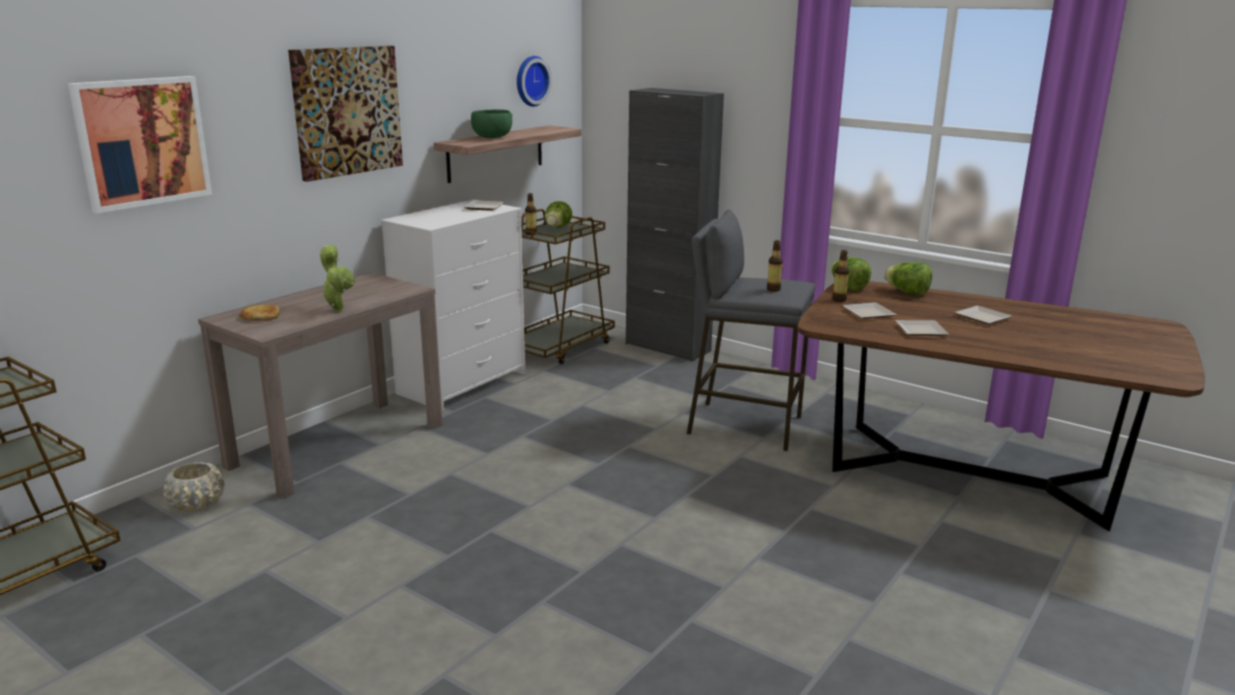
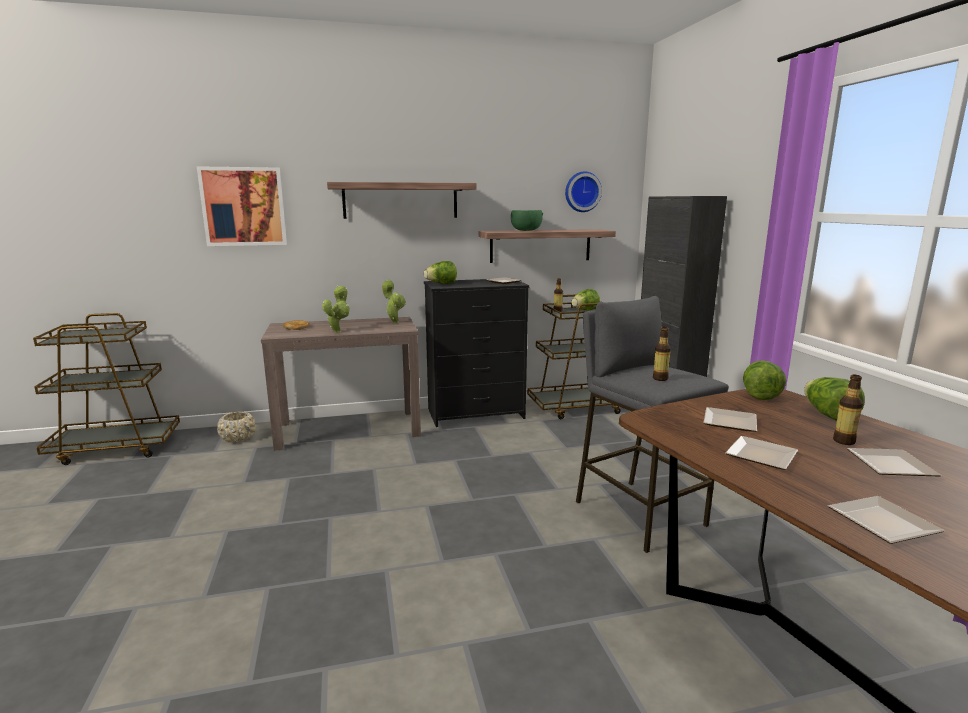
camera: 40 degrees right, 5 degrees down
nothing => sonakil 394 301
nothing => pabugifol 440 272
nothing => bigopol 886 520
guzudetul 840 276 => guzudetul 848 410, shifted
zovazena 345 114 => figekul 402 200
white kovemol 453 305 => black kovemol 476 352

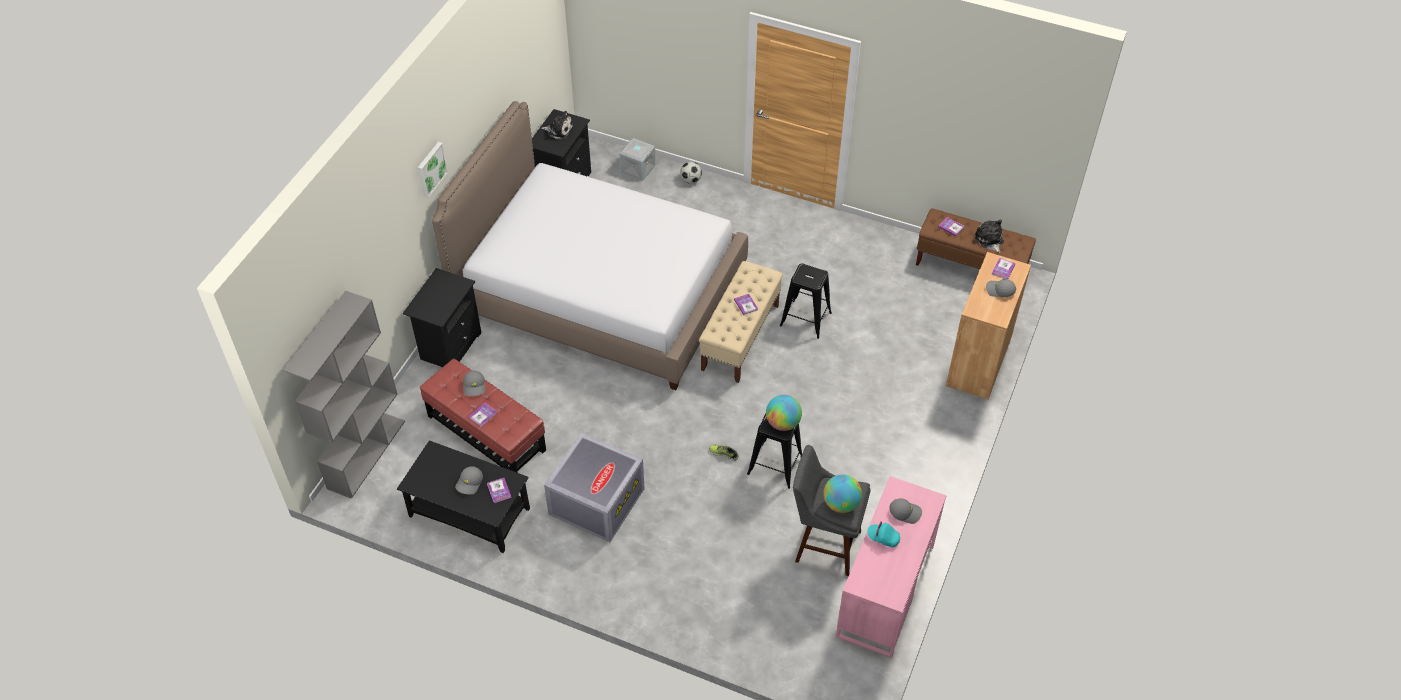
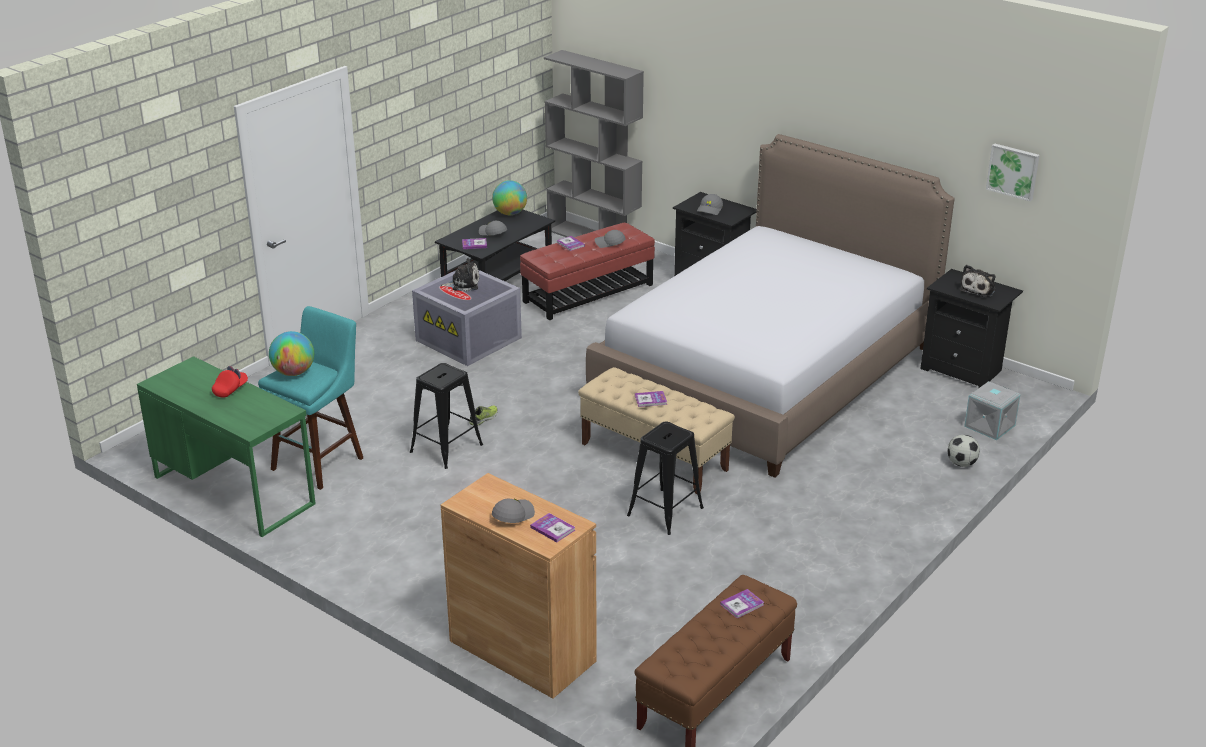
camera: 105 degrees right, 20 degrees down
zovazena 433 170 => zovazena 1013 172, shifted
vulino 784 413 => vulino 509 197, shifted
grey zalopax 905 511 => grey zalopax 710 204, shifted
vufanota 989 236 => vufanota 460 274, shifted
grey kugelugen 832 510 => turquoise kugelugen 310 398
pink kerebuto 891 567 => green kerebuto 226 446
turquoise zalopax 883 534 => red zalopax 230 382

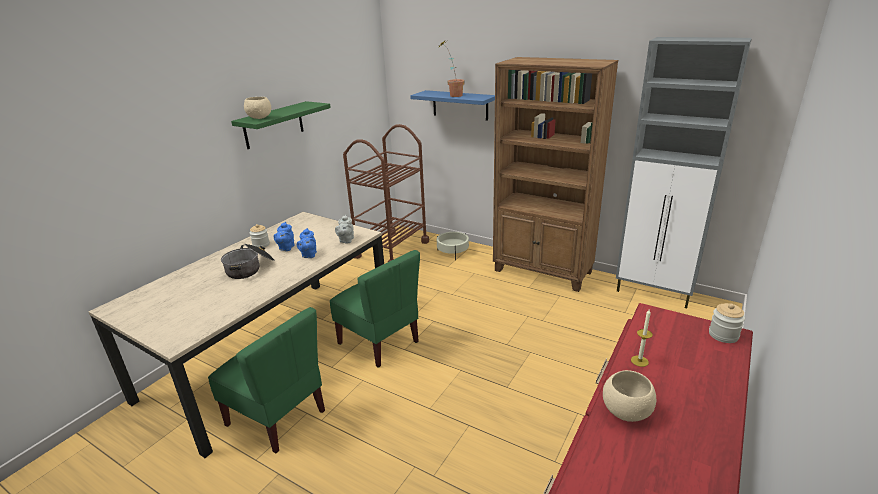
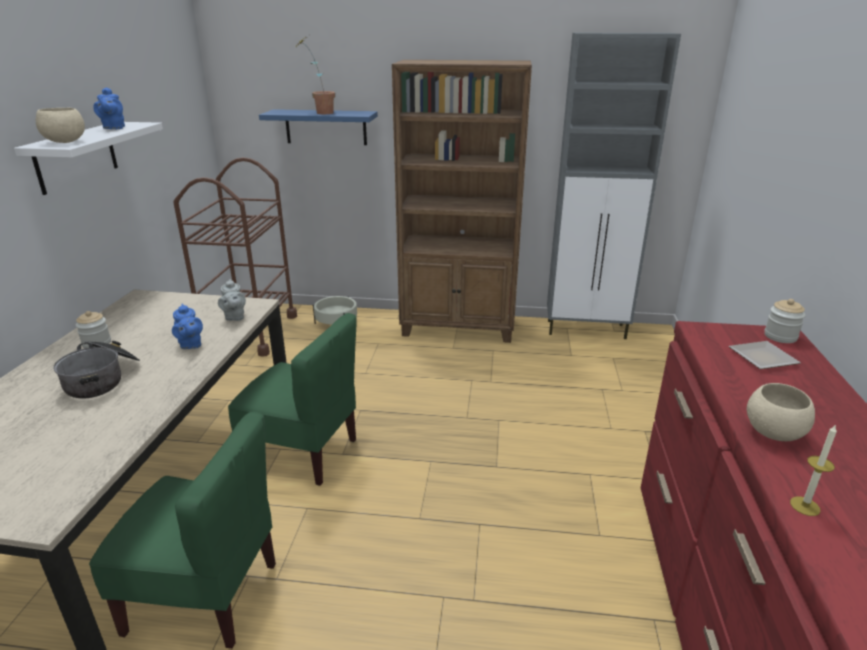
camera: 25 degrees left, 0 degrees up
nothing => bigopol 765 355
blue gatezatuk 284 236 => blue gatezatuk 109 108, shifted
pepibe 642 338 => pepibe 813 470, shifted
green figekul 281 125 => white figekul 88 158

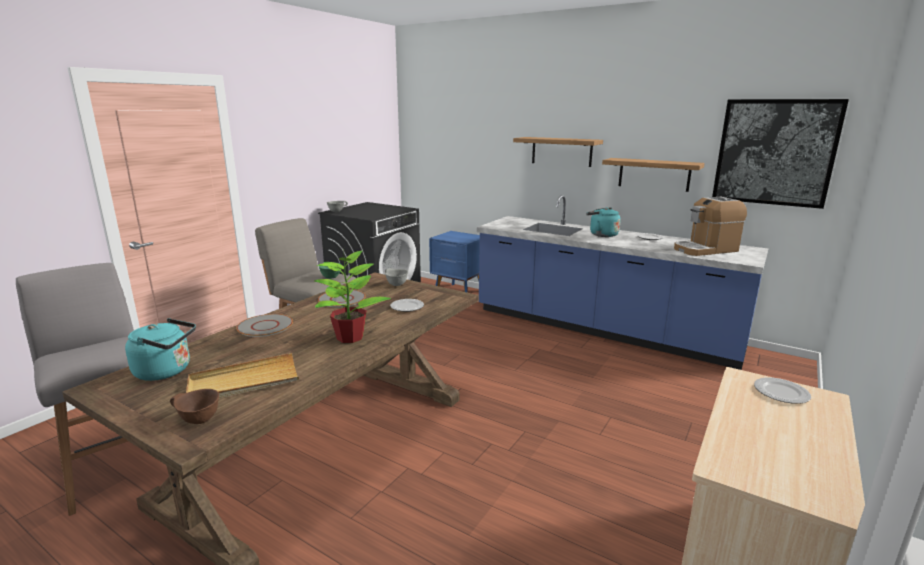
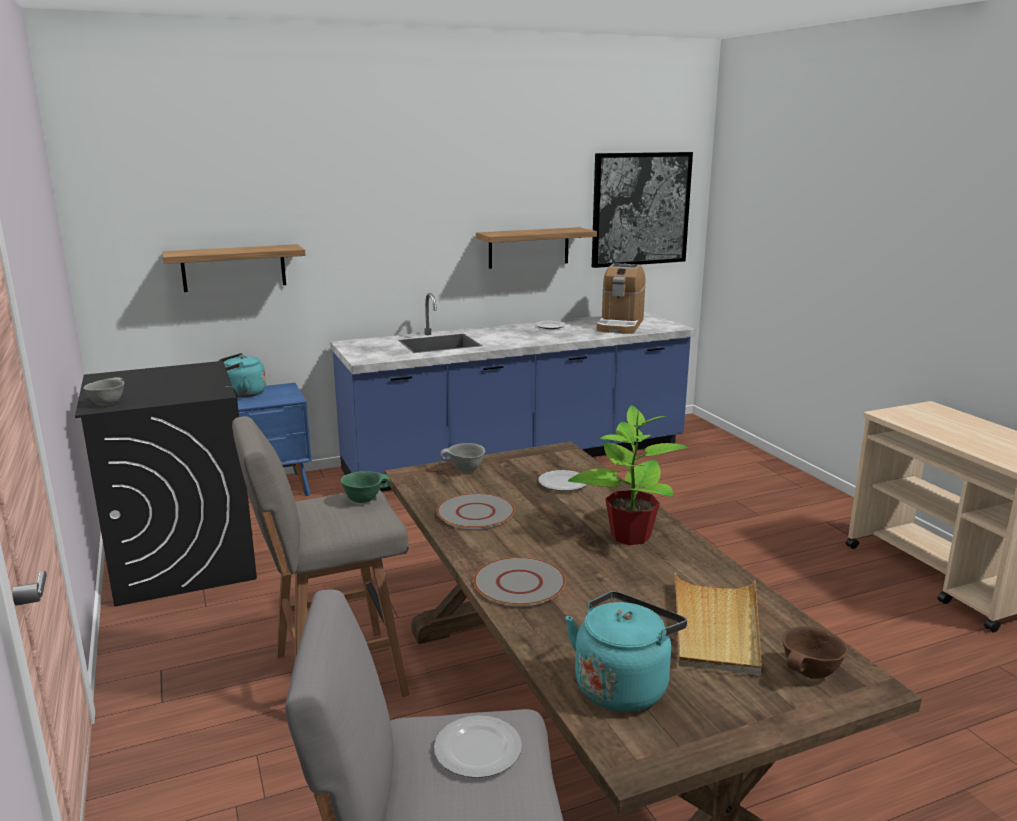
camera: 55 degrees left, 0 degrees up
figekul 558 152 => figekul 234 268, shifted
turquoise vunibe 603 222 => turquoise vunibe 242 375, shifted
bigopol 782 390 => bigopol 478 747, shifted

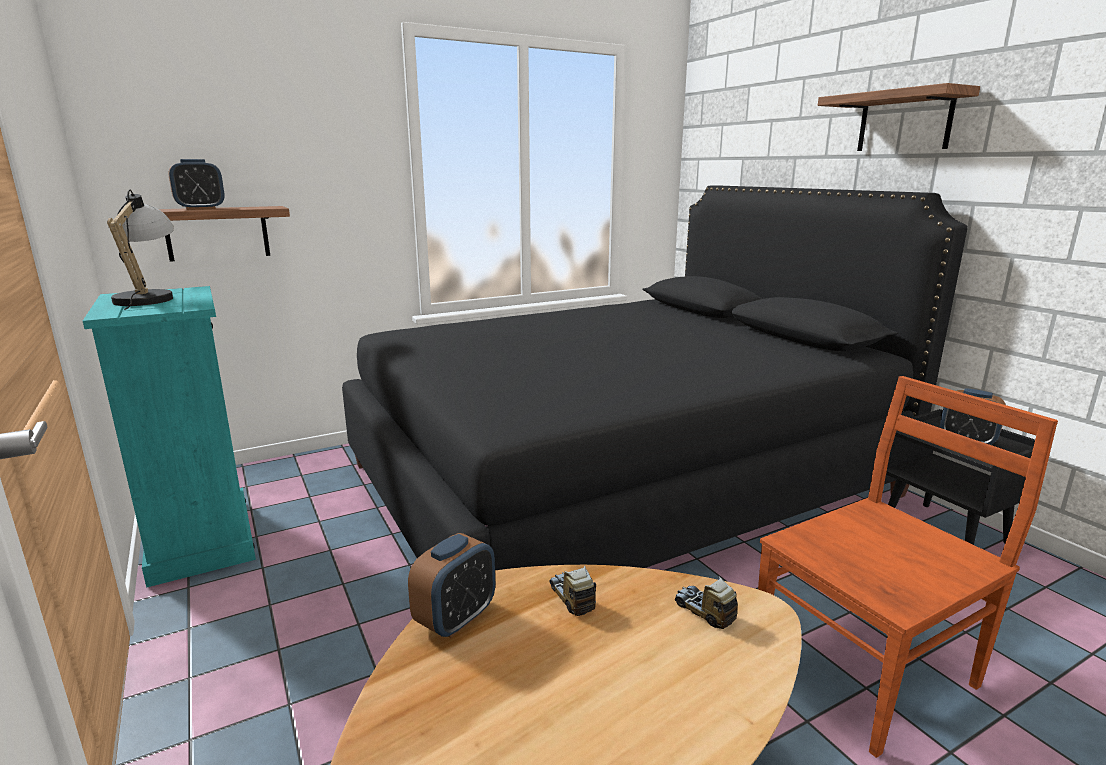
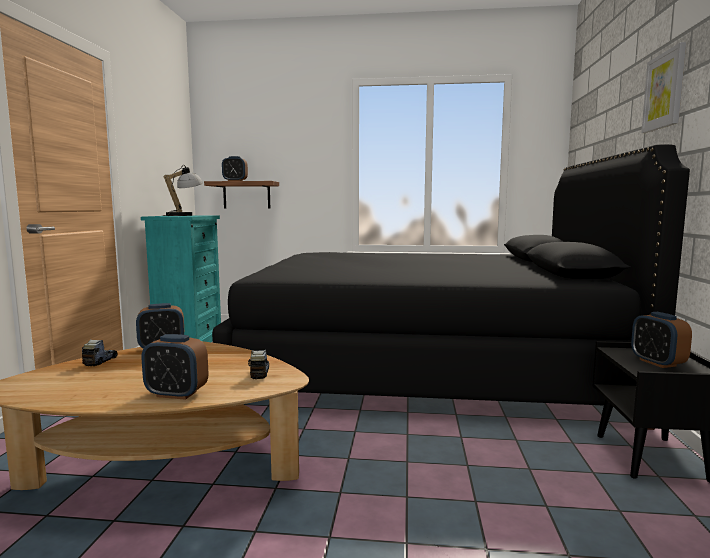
camera: 35 degrees right, 10 degrees down
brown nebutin 908 567 => nothing
nothing => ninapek 174 367
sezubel 572 590 => sezubel 100 352, shifted
figekul 899 117 => zovazena 663 87

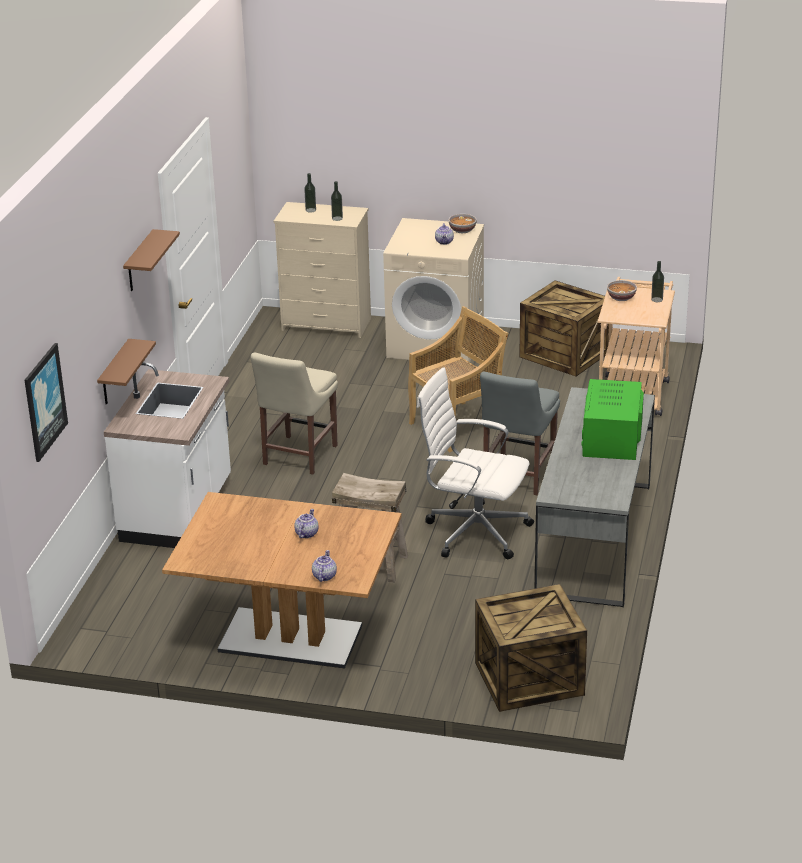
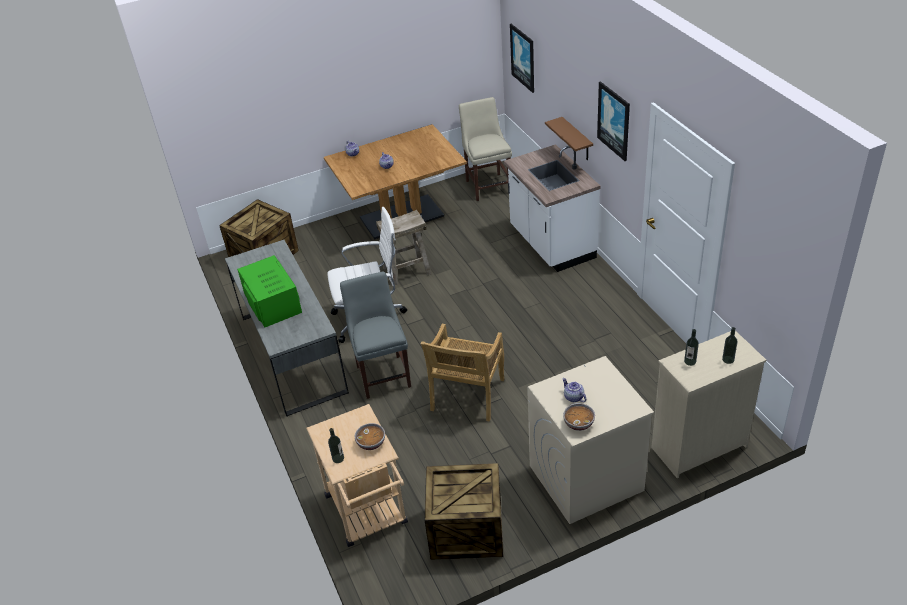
camera: 145 degrees right, 10 degrees up
beige nebutin 294 413 => beige nebutin 485 149, shifted
brown figekul 151 260 => zovazena 613 121

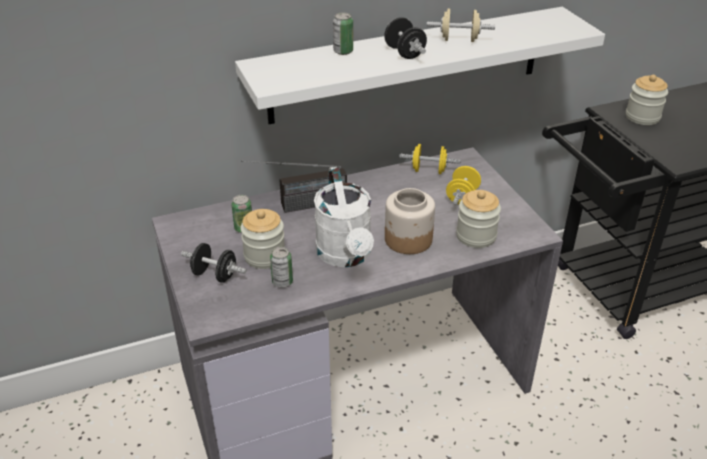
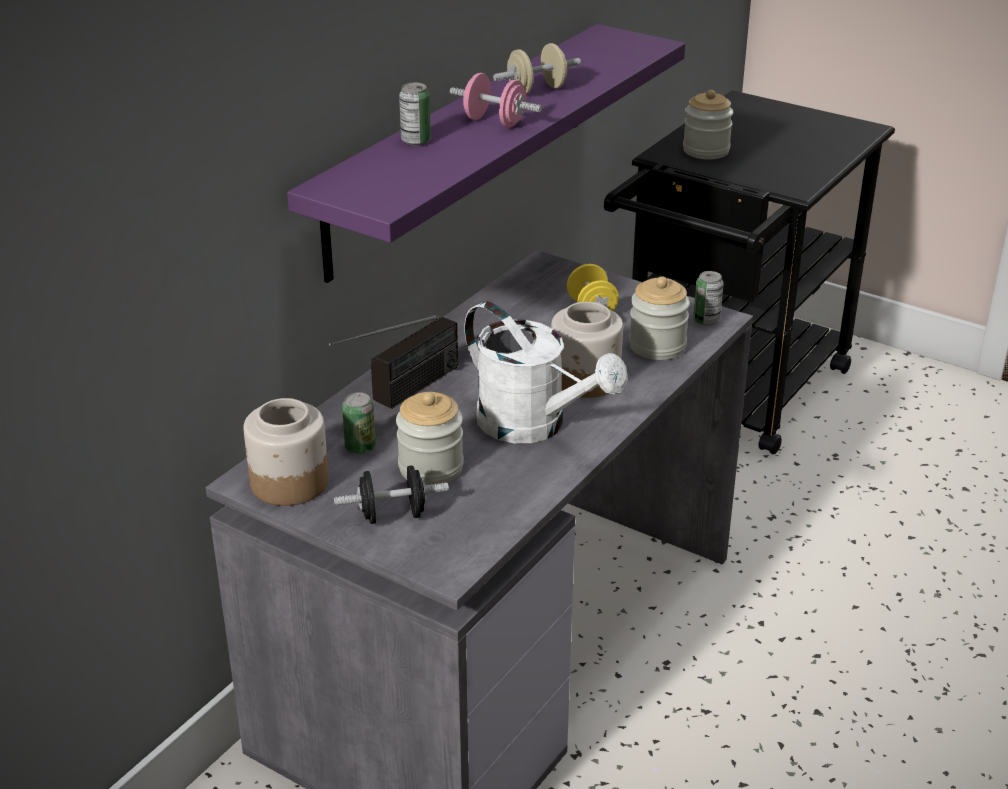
camera: 35 degrees left, 5 degrees down
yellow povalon 430 159 => nothing
nothing => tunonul 286 452
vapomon 281 267 => vapomon 708 298, shifted
white figekul 420 65 => purple figekul 486 153
black povalon 405 38 => pink povalon 496 100

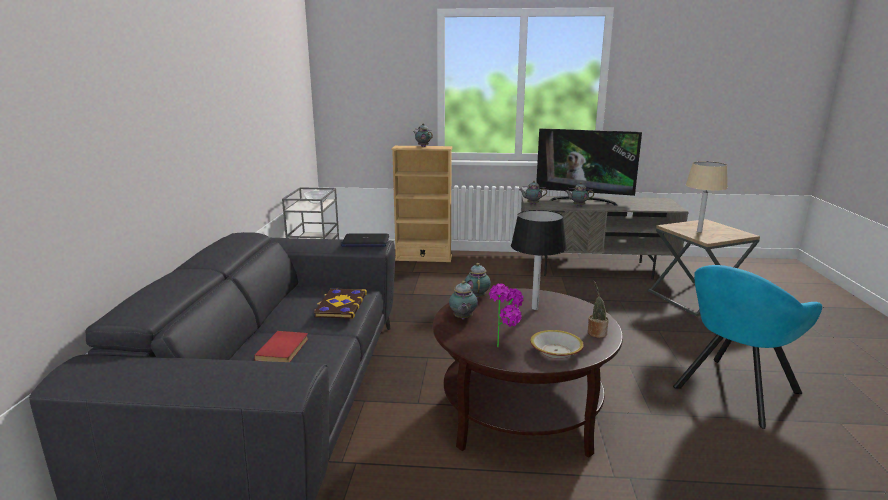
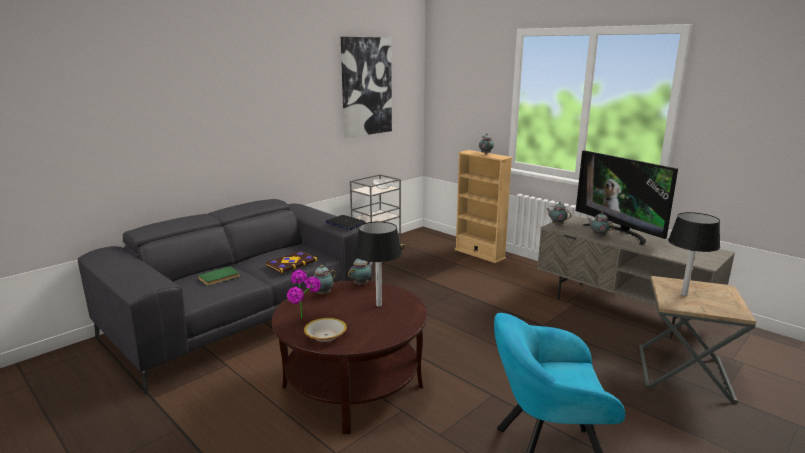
camera: 40 degrees right, 0 degrees up
sonakil 598 309 => nothing
nothing => zovazena 366 87
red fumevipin 281 346 => green fumevipin 219 276
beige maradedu 707 197 => black maradedu 694 254

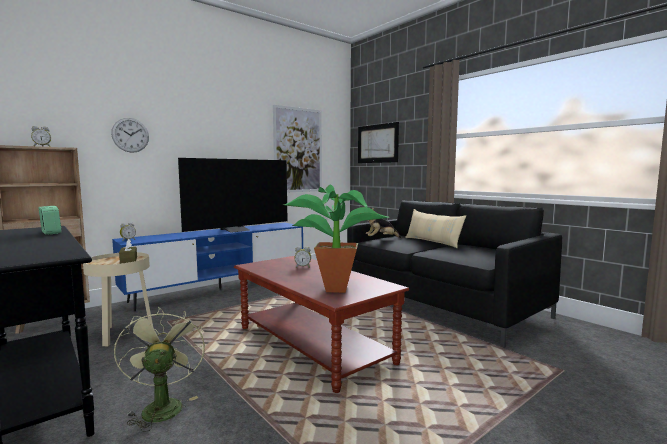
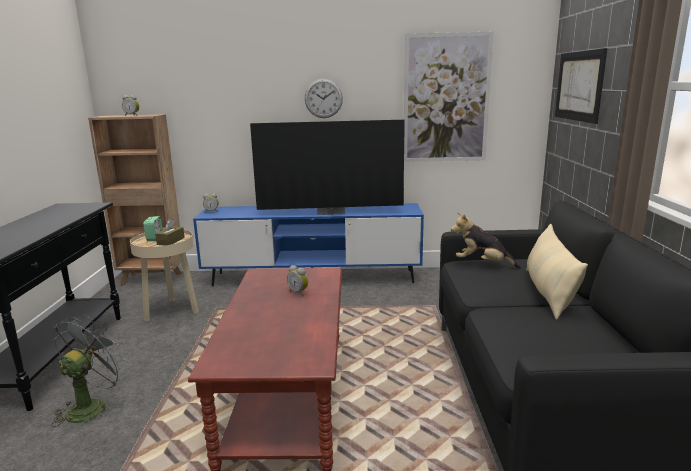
camera: 40 degrees right, 10 degrees up
sonakil 336 239 => nothing
ninapek 50 220 => ninapek 153 228, shifted
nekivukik 130 135 => nekivukik 324 98, shifted
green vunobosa 159 369 => grey vunobosa 90 370

